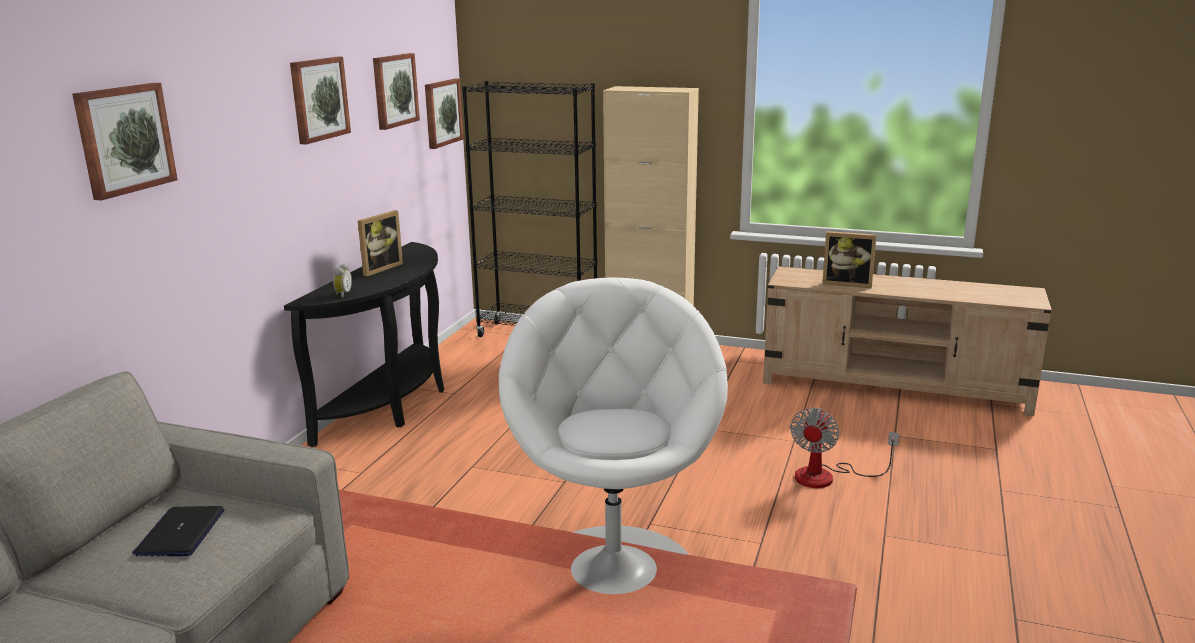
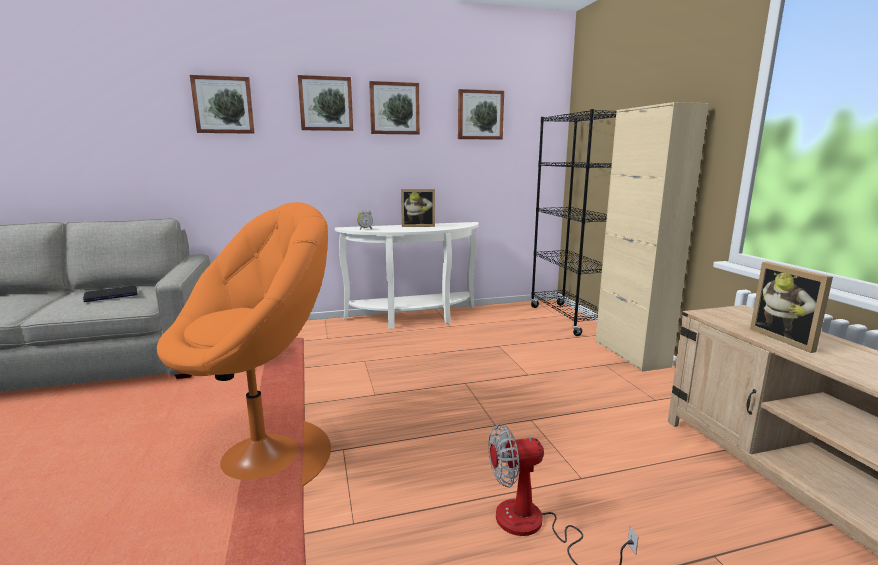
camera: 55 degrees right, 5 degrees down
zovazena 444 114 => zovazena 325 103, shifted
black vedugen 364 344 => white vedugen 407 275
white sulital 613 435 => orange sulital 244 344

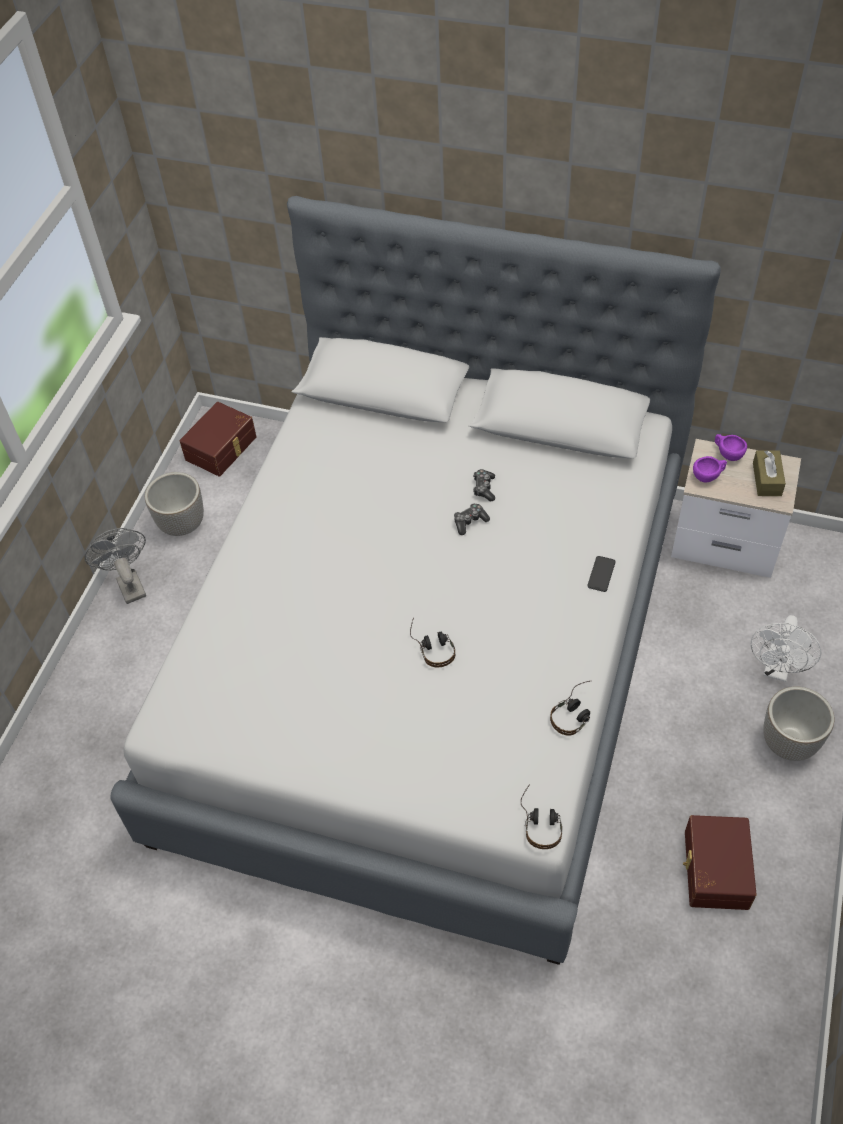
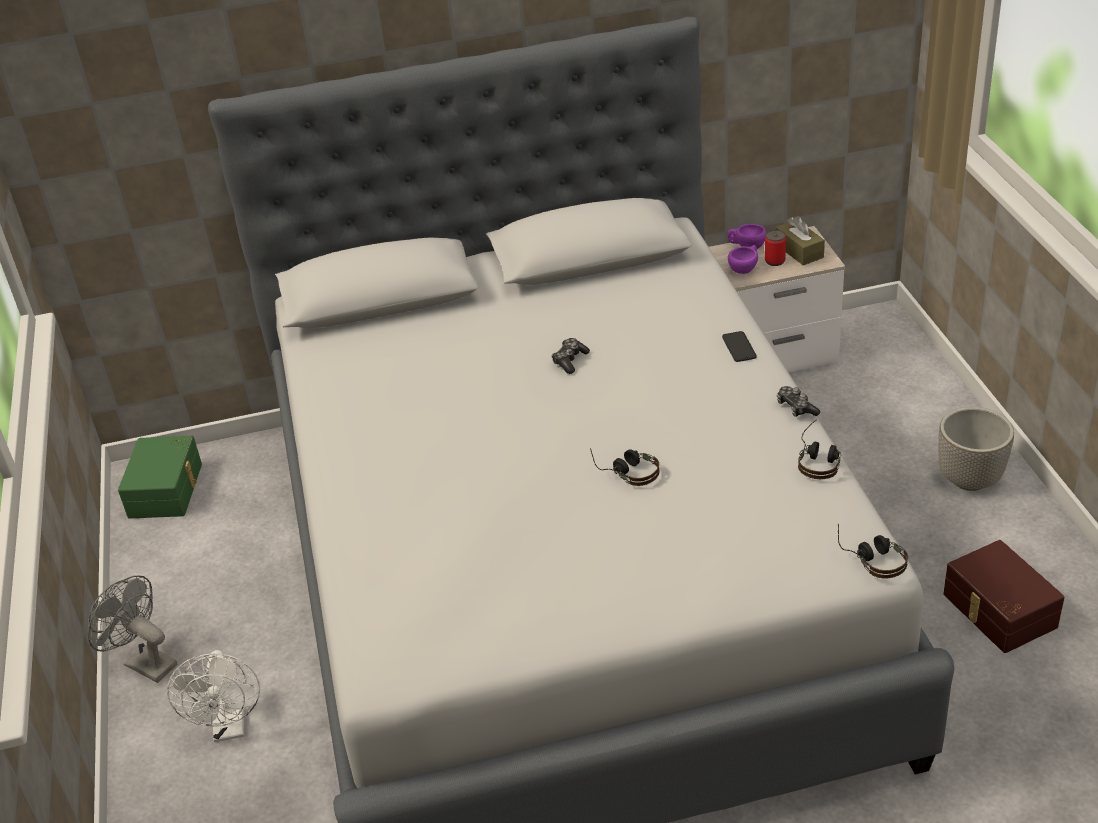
camera: 30 degrees left, 15 degrees down
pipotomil 174 504 => nothing
nothing => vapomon 775 248
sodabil 484 485 => sodabil 798 401, shifted
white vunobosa 786 648 => white vunobosa 213 696, shifted
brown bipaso 218 439 => green bipaso 160 477

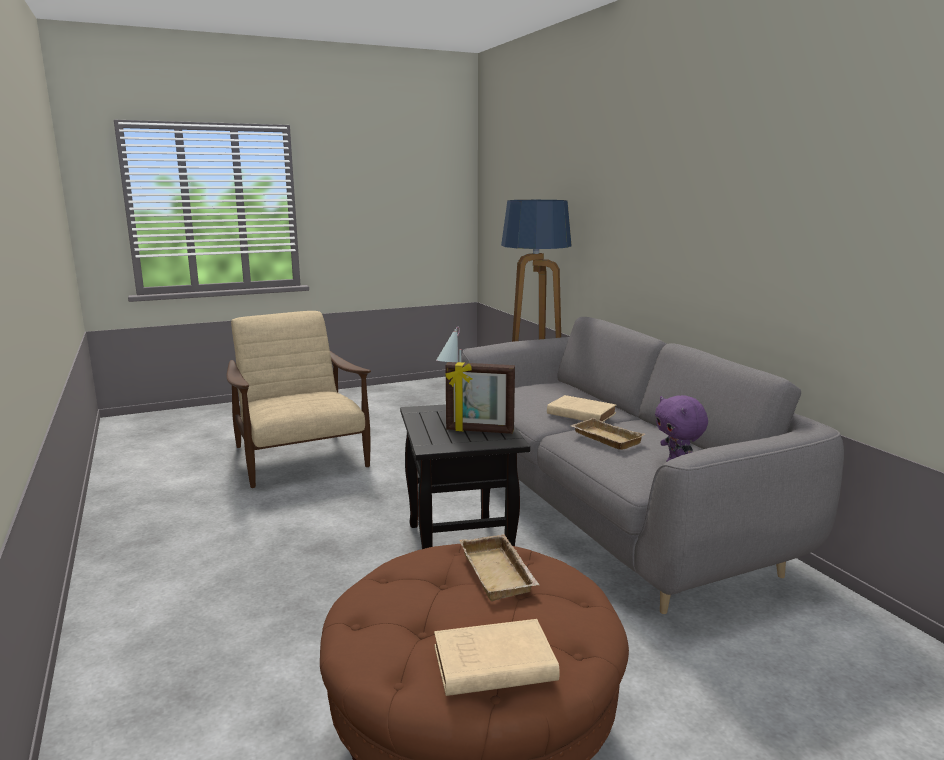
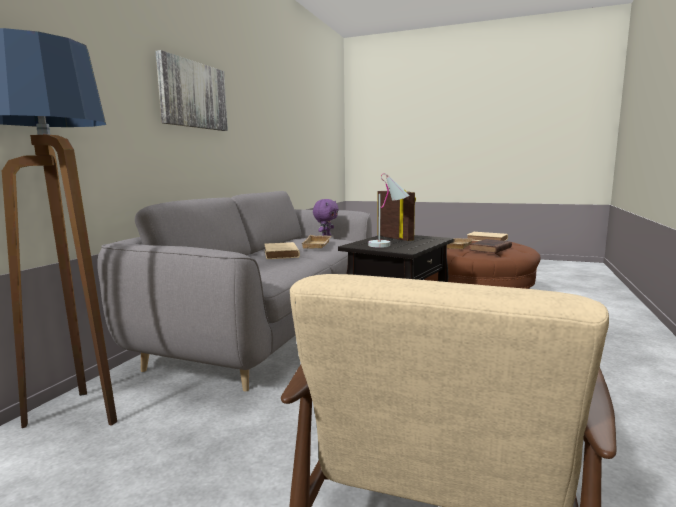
camera: 135 degrees left, 5 degrees down
nothing => zovazena 191 90
nothing => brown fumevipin 491 246

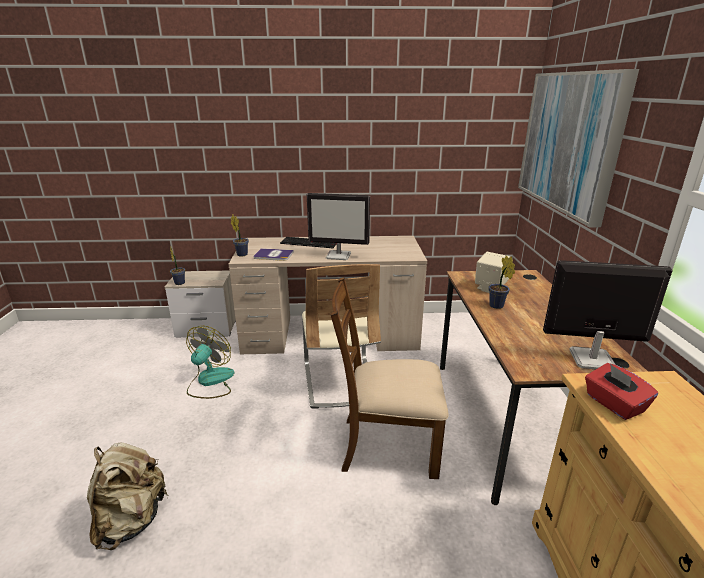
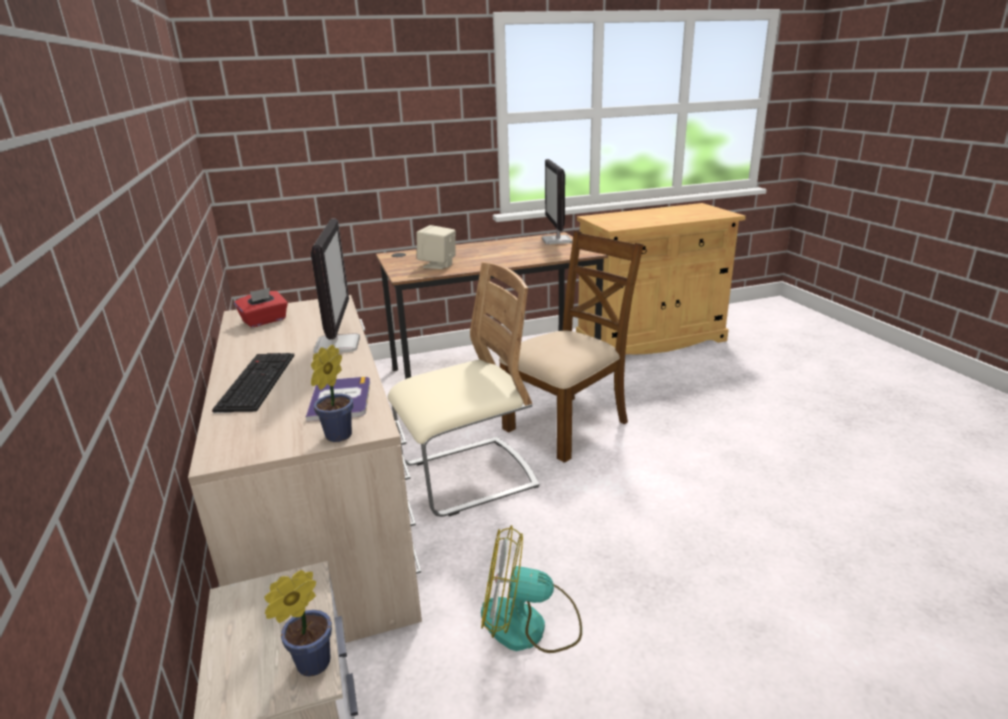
camera: 105 degrees left, 0 degrees up
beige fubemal 127 496 => nothing
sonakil 501 282 => nothing
zovazena 578 148 => nothing
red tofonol 621 391 => red tofonol 261 308, shifted
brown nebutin 390 378 => brown nebutin 571 347, 120 degrees counterclockwise

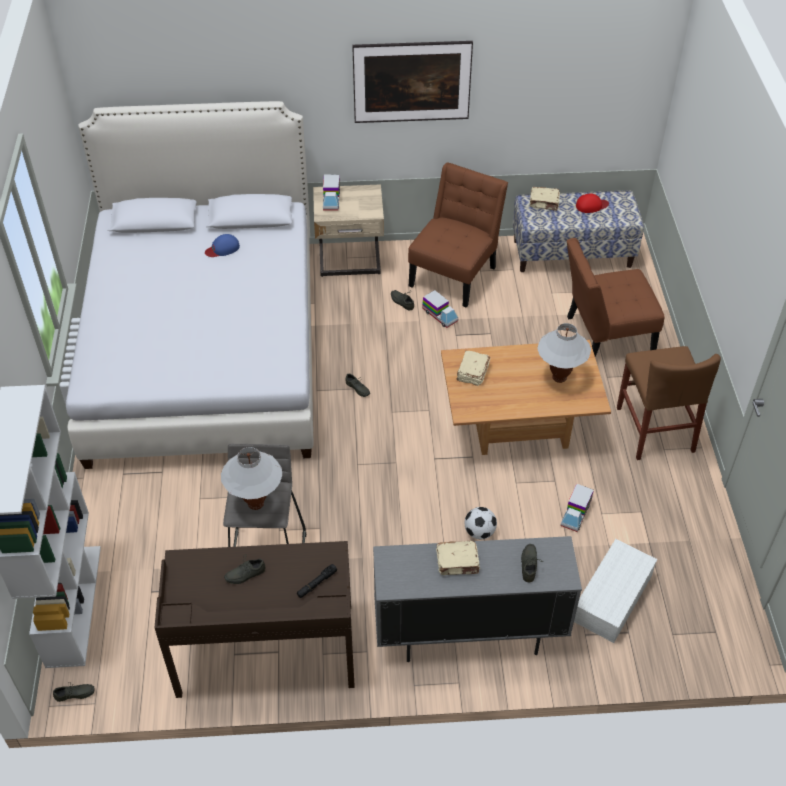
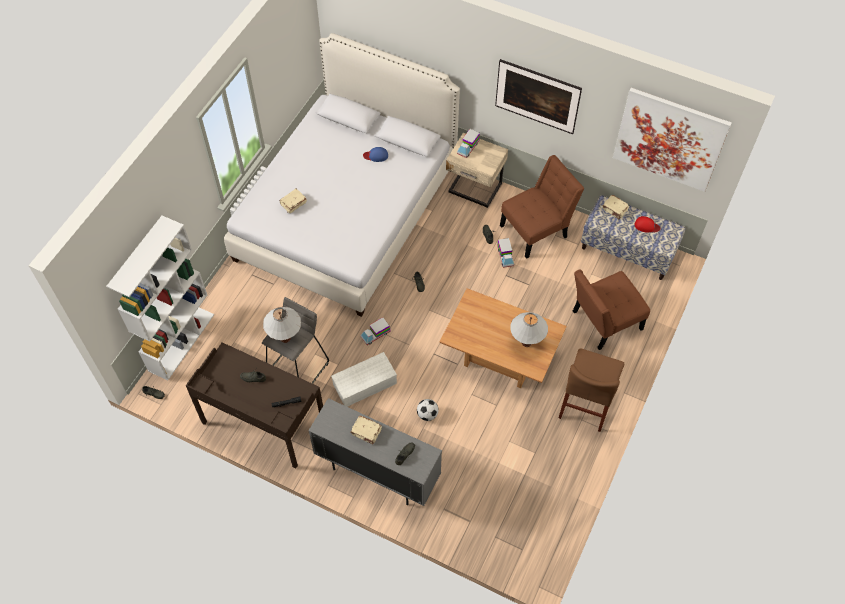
camera: 30 degrees right, 10 degrees up
nothing => zovazena 672 139
beige fumevipin 473 368 => beige fumevipin 293 201, shifted
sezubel 577 508 => sezubel 375 331, shifted
white bipaso 615 591 => white bipaso 364 379, shifted
brown nebutin 616 297 => brown nebutin 611 310, 45 degrees counterclockwise

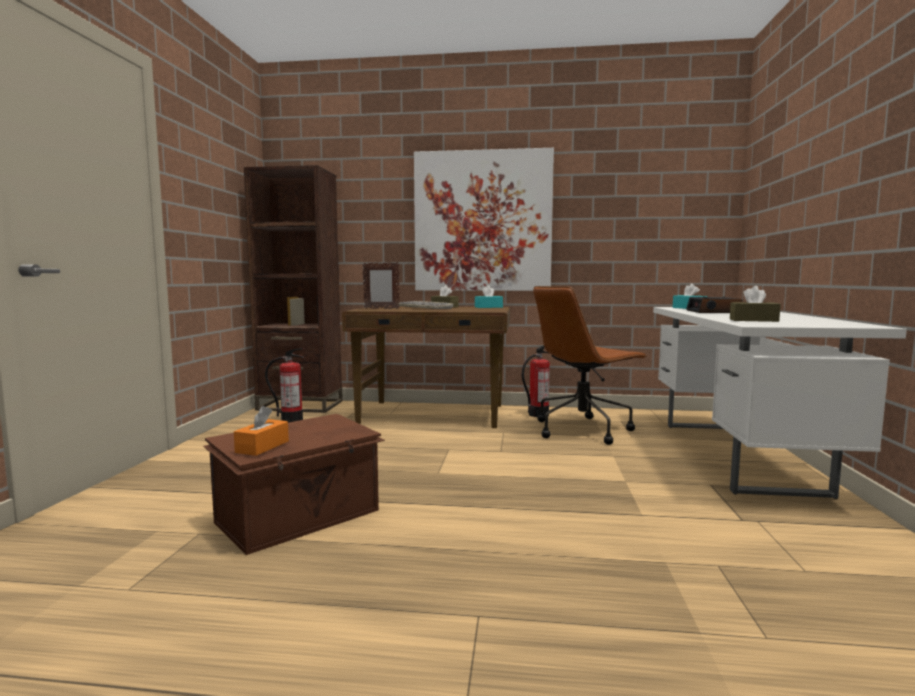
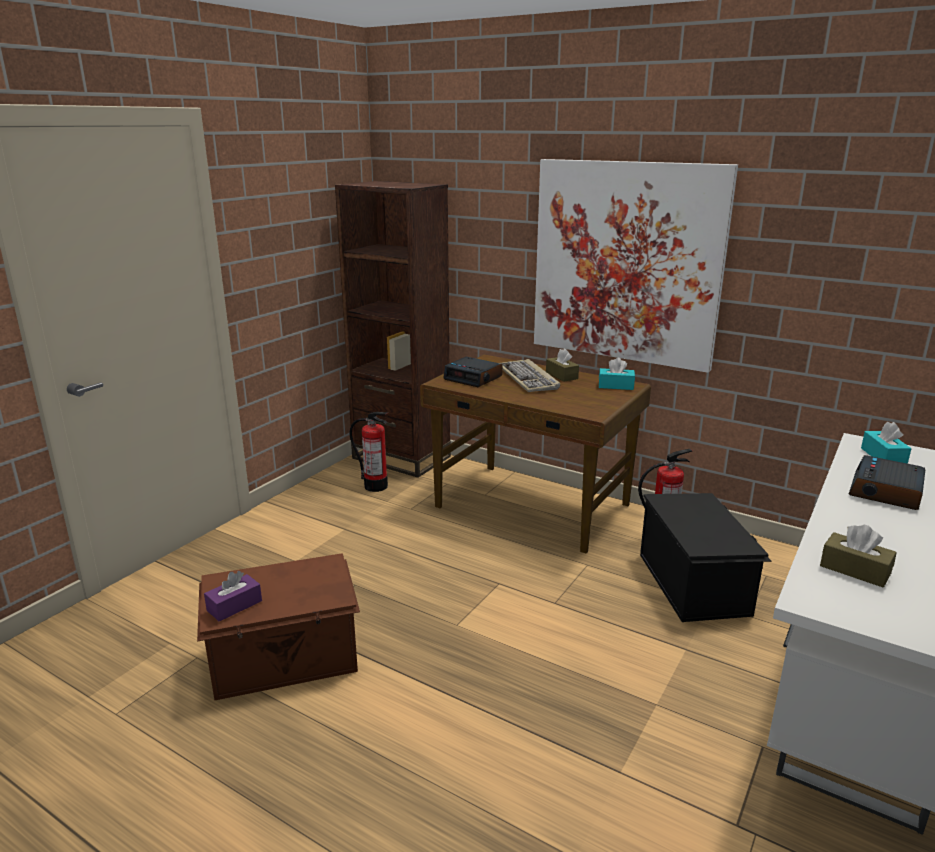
camera: 25 degrees right, 15 degrees up
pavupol 381 285 => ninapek 472 372
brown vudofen 590 365 => black bipaso 705 557
orange tofonol 261 431 => purple tofonol 233 596

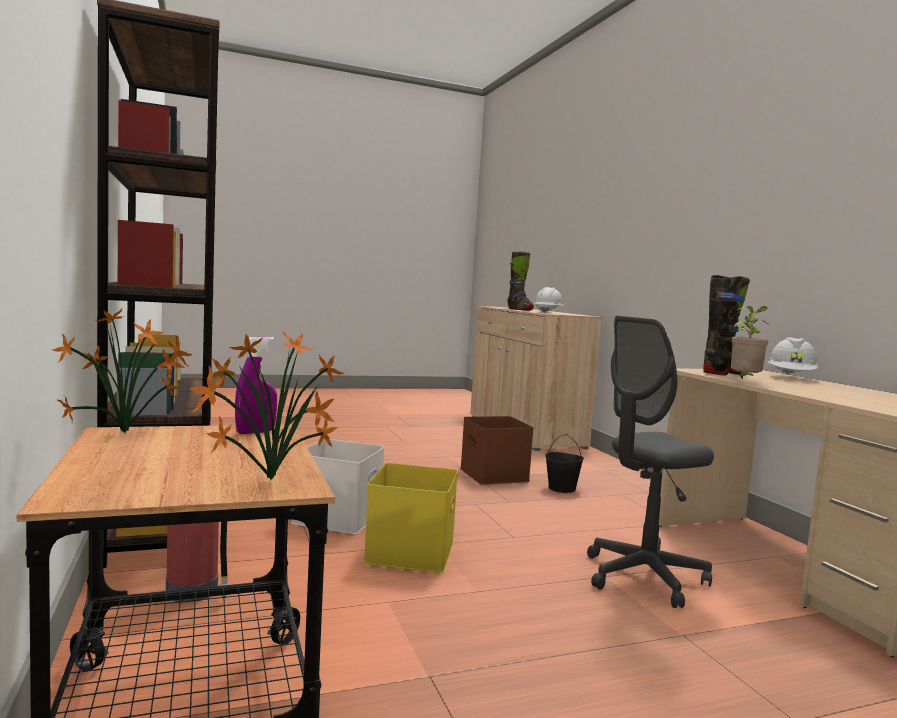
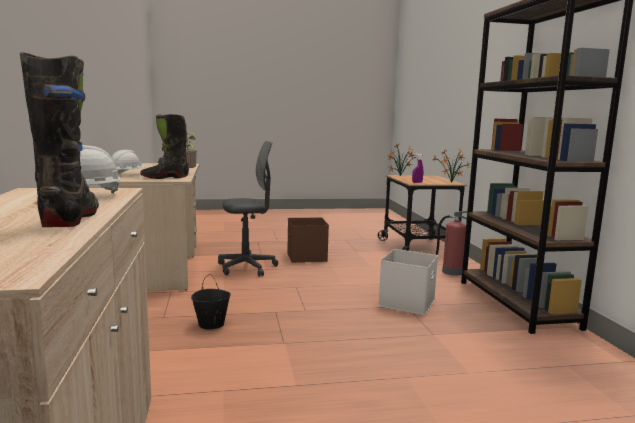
camera: 170 degrees left, 5 degrees up
yellow bipaso 411 518 => nothing
brown bipaso 497 450 => brown bipaso 308 240, shifted

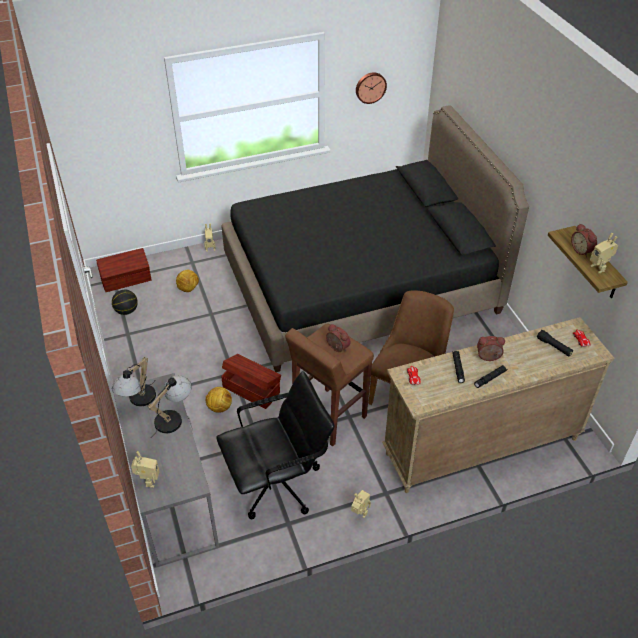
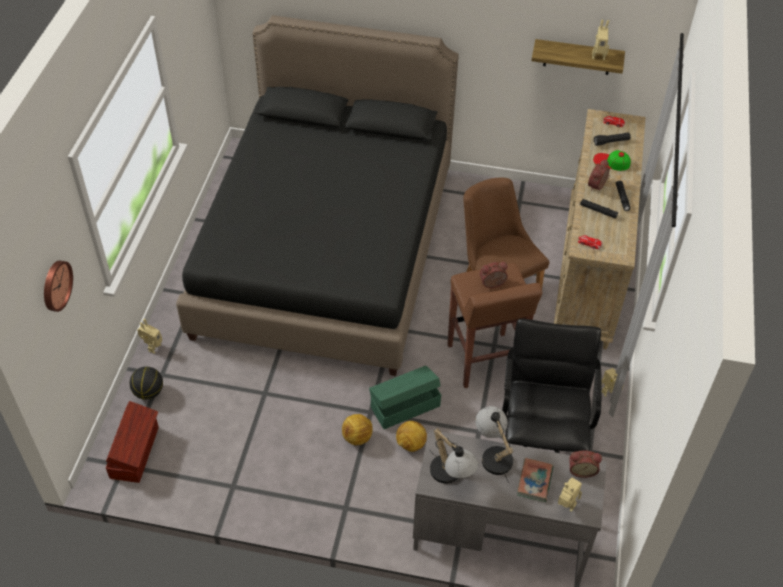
camera: 60 degrees left, 5 degrees up
nothing => fumevipin 535 480
nothing => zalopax 612 160
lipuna 125 302 => lipuna 146 383, shifted
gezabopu 187 281 => gezabopu 357 429, shifted
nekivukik 371 88 => nekivukik 58 286, shifted
ninapek 584 240 => ninapek 585 464, shifted
brown bipaso 251 381 => green bipaso 405 397

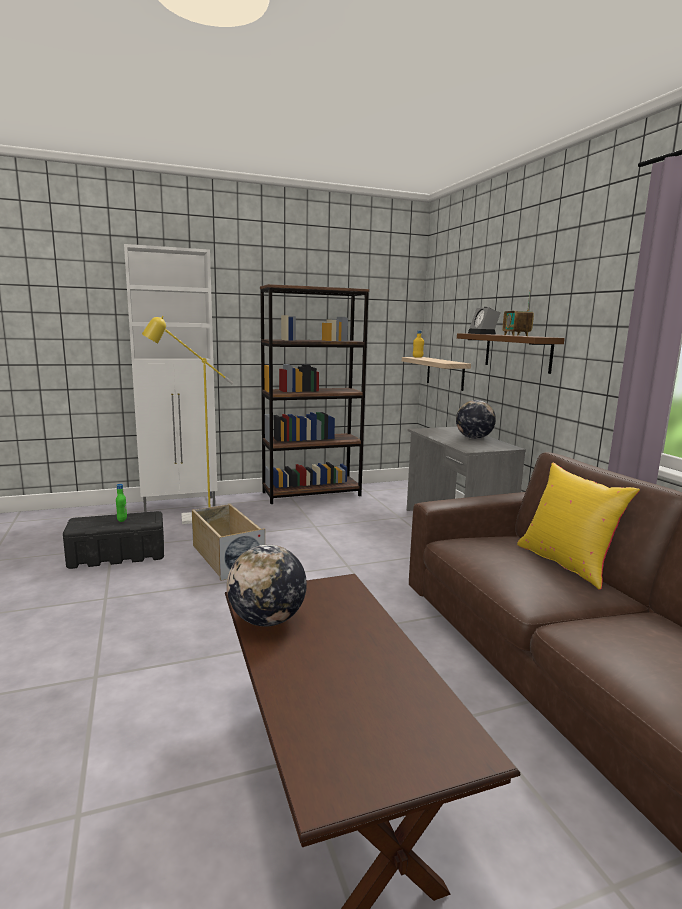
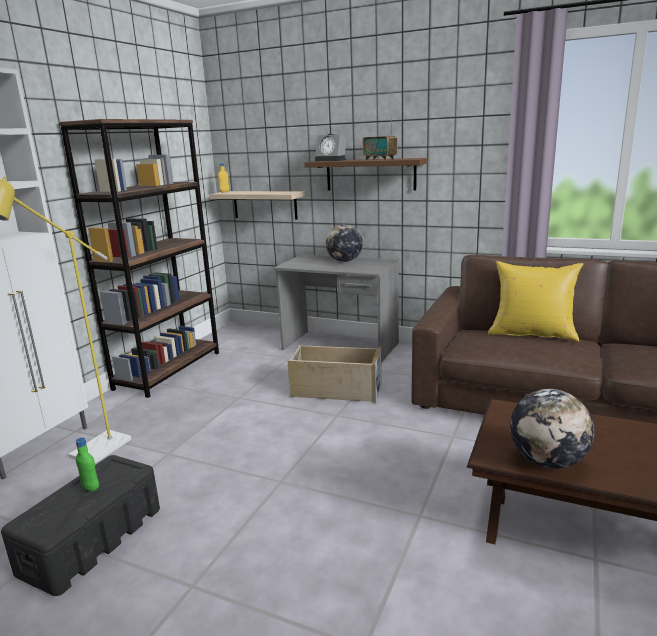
camera: 45 degrees left, 5 degrees up
beige bipaso 228 542 => beige bipaso 334 374, shifted

